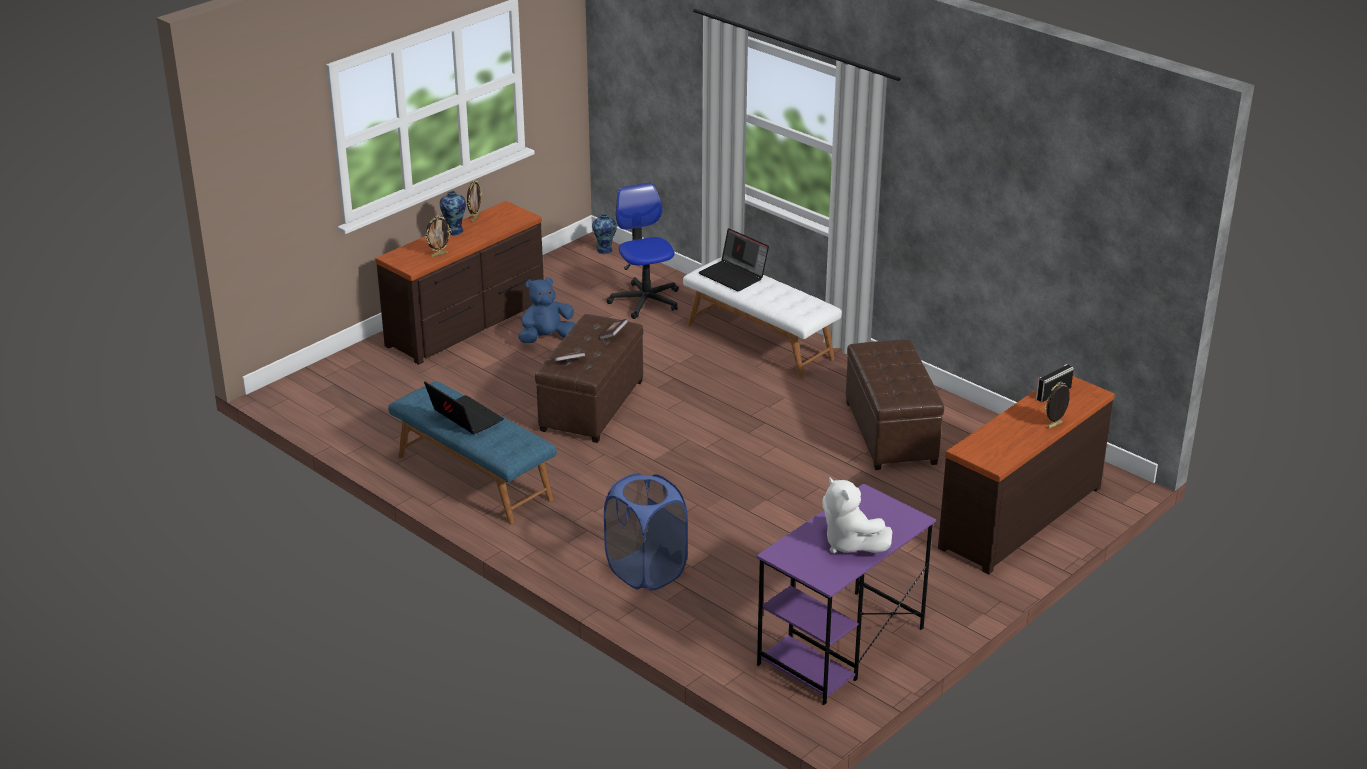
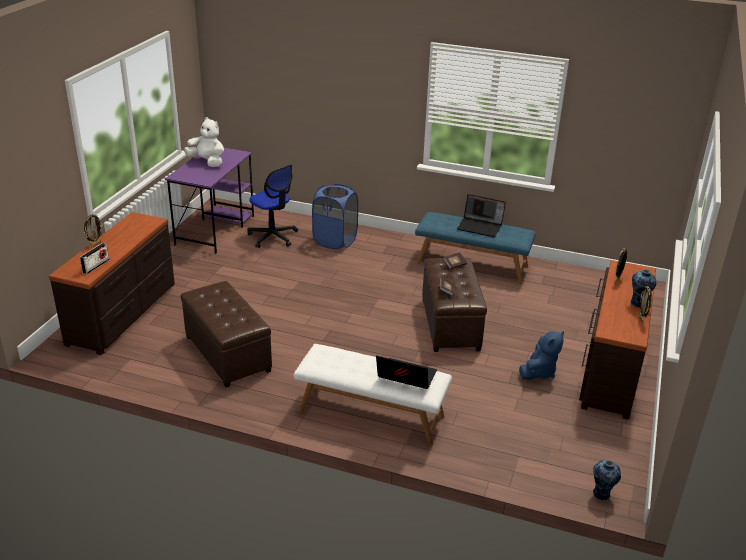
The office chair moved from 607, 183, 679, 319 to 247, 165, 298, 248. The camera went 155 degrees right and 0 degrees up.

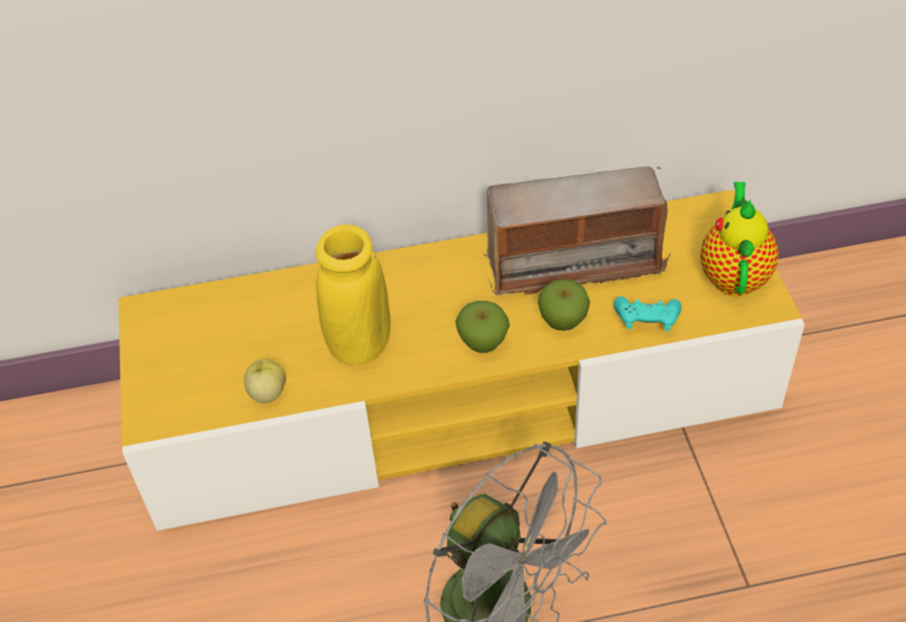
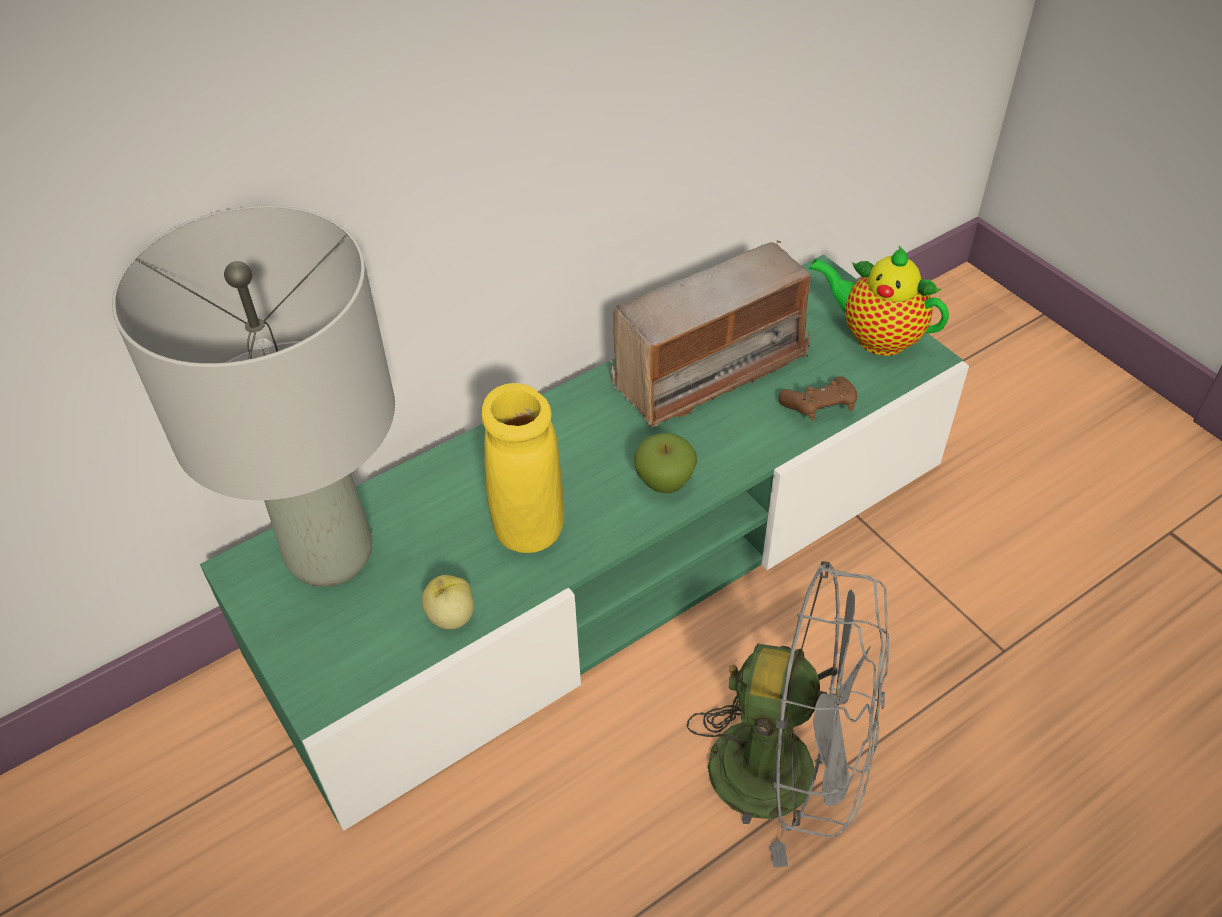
The grey table lamp at 112, 206, 395, 587 appeared. The yellow tv stand at 119, 190, 805, 531 became the green tv stand at 200, 255, 969, 831. The turquoise game controller at 614, 296, 682, 332 became the brown game controller at 778, 376, 857, 421. The teapot at 700, 182, 779, 297 turned 45 degrees counterclockwise. The apple at 538, 279, 590, 331 disappeared. The camera went 25 degrees left and 0 degrees up.

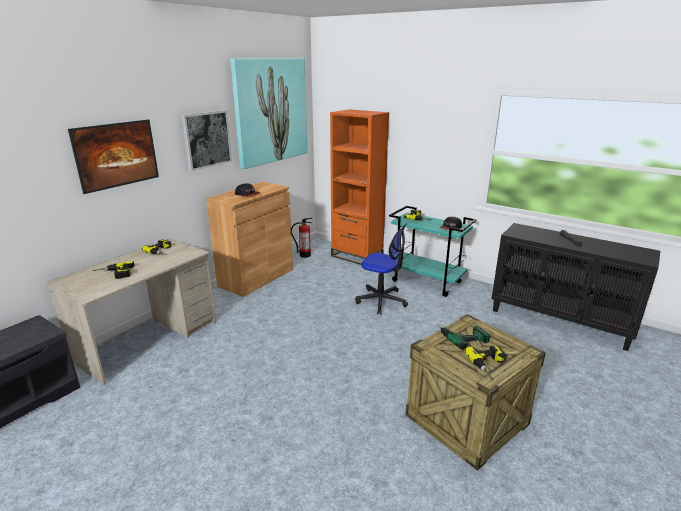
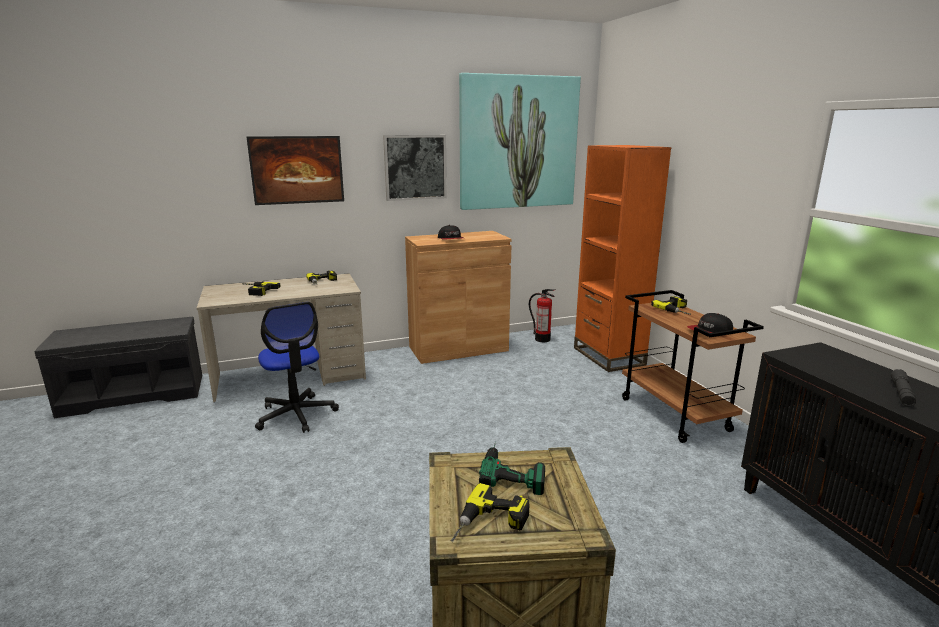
The office chair moved from 355, 222, 408, 315 to 255, 302, 339, 433. The turquoise cart at 389, 206, 476, 297 became the brown cart at 622, 290, 764, 443. The camera went 35 degrees right and 5 degrees down.

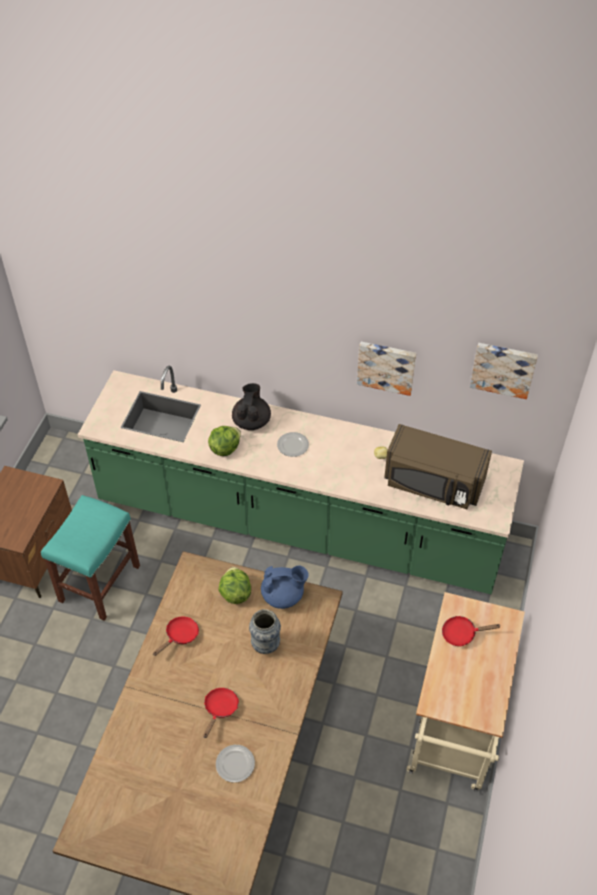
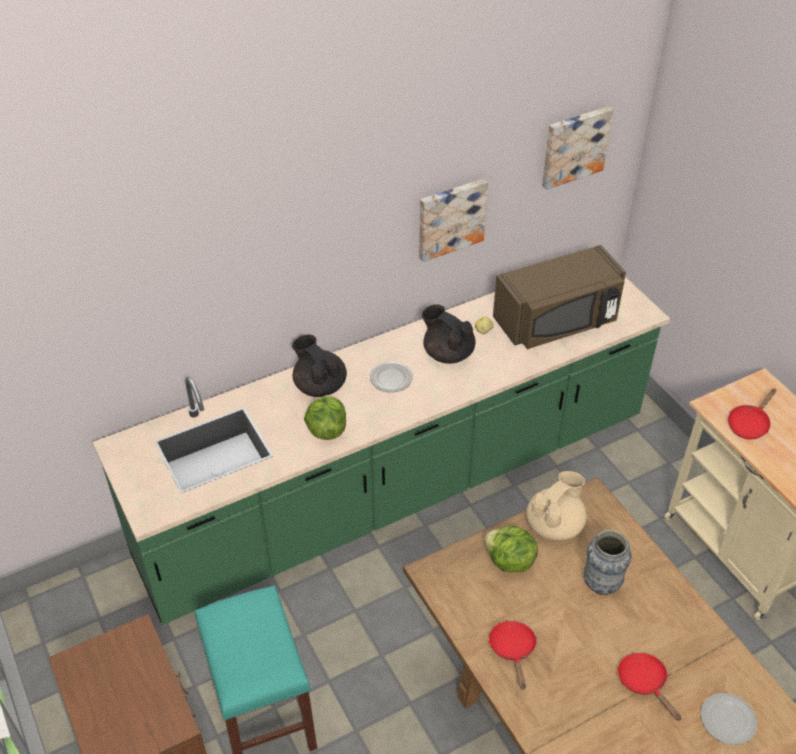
The black teapot at 422, 305, 475, 364 appeared. The blue teapot at 261, 566, 309, 609 became the beige teapot at 526, 471, 587, 541. The camera went 45 degrees left and 5 degrees down.

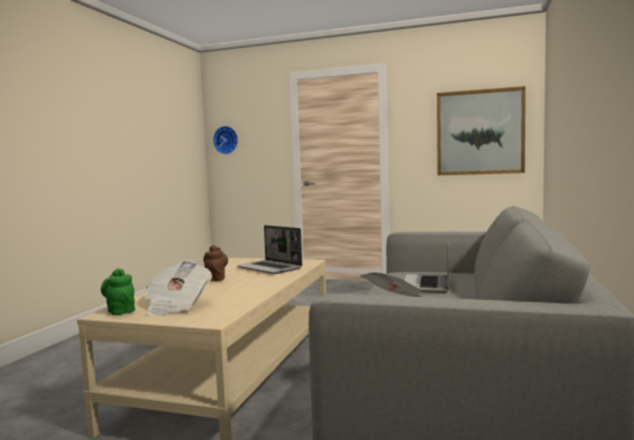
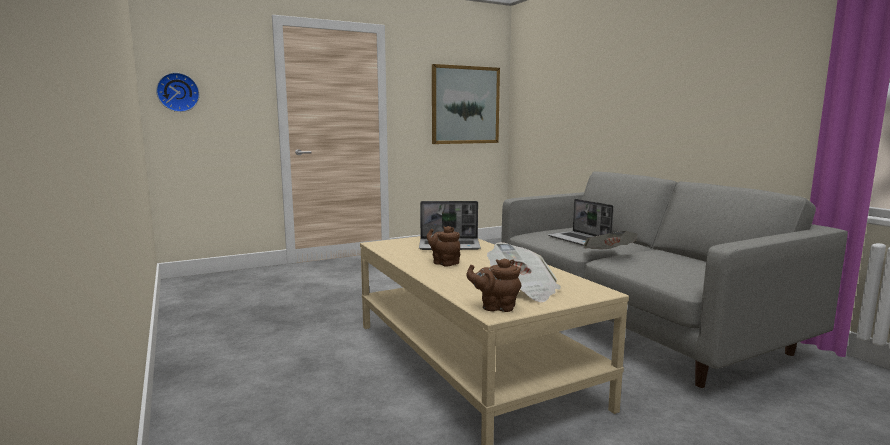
The green teapot at 101, 268, 135, 315 became the brown teapot at 466, 258, 521, 312. The camera went 45 degrees left and 5 degrees up.

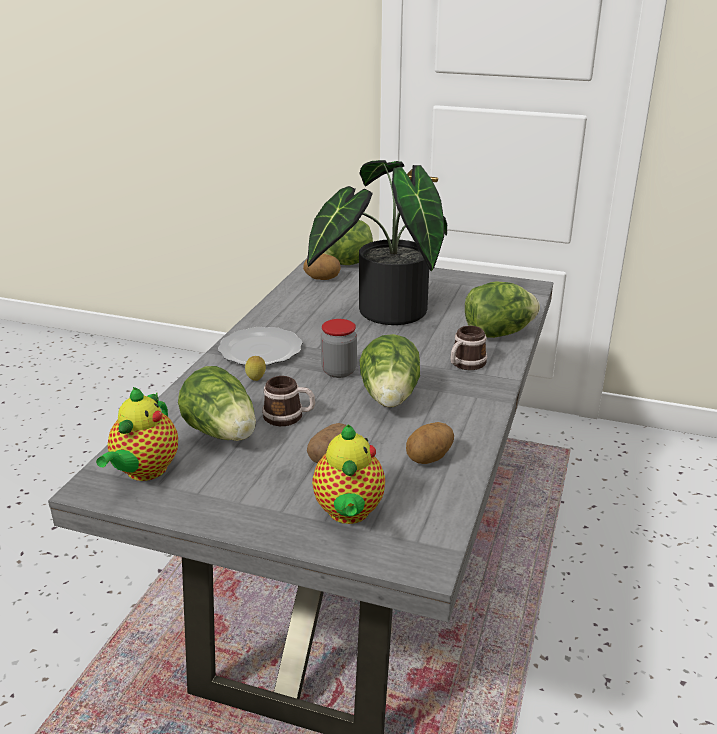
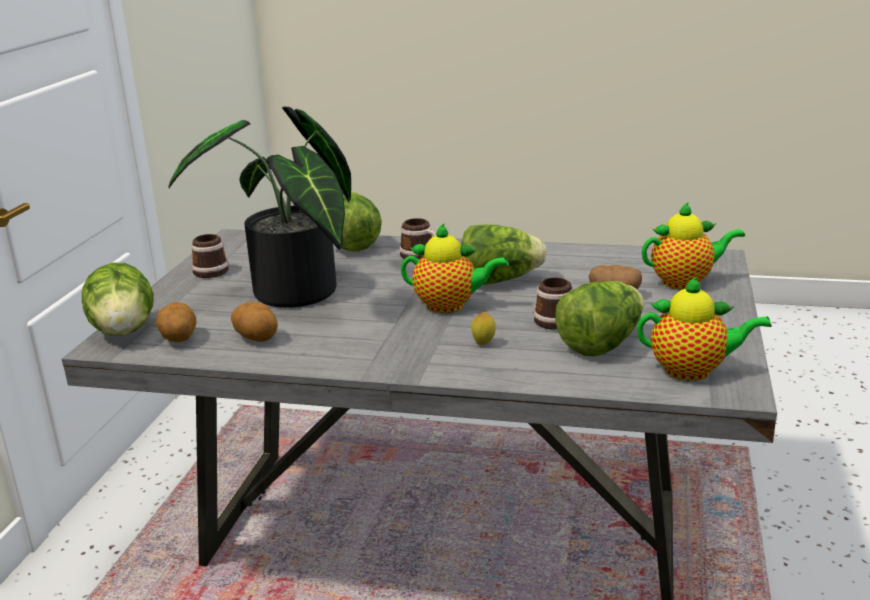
The mug at 191, 234, 229, 278 appeared. The potato moved from 406, 422, 454, 464 to 231, 302, 278, 342. The jar at 321, 319, 357, 378 was replaced by the teapot at 401, 224, 509, 313. The plate at 218, 327, 302, 365 disappeared. The camera went 95 degrees left and 5 degrees down.

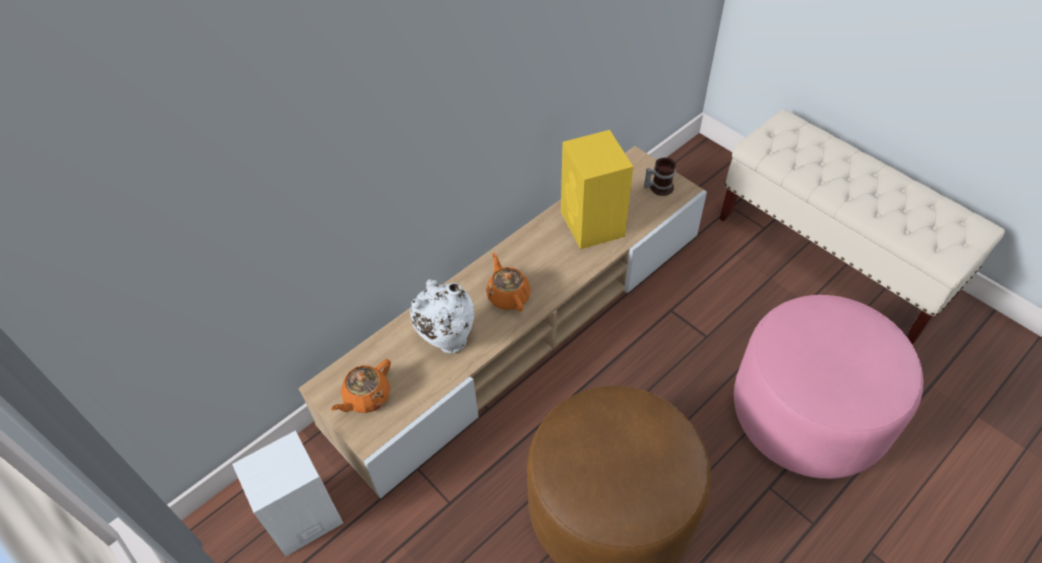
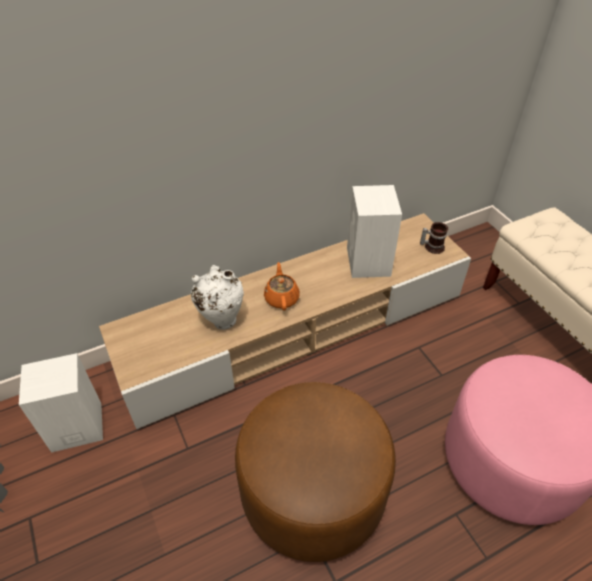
The yellow speaker at 561, 130, 633, 249 became the white speaker at 347, 185, 402, 278. The orange teapot at 331, 359, 391, 413 disappeared. The camera went 15 degrees right and 5 degrees down.

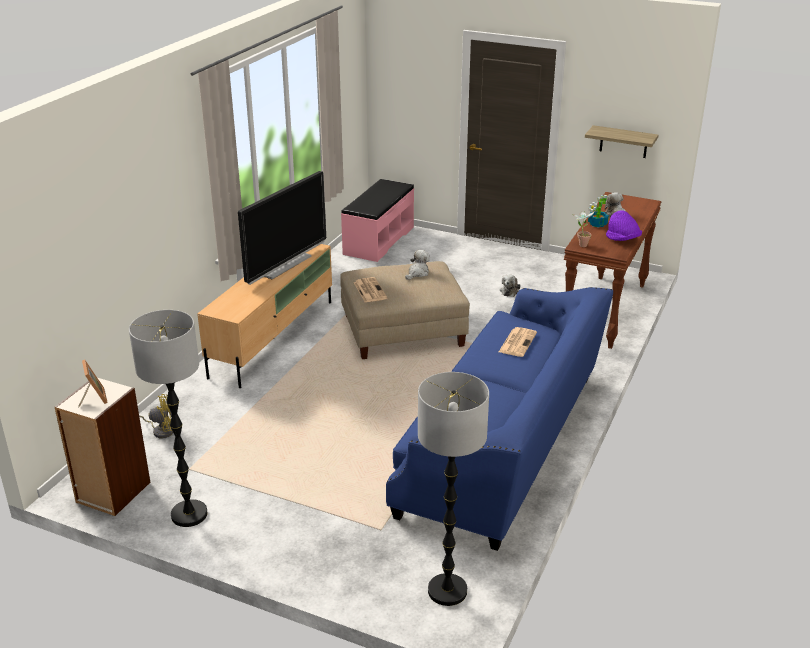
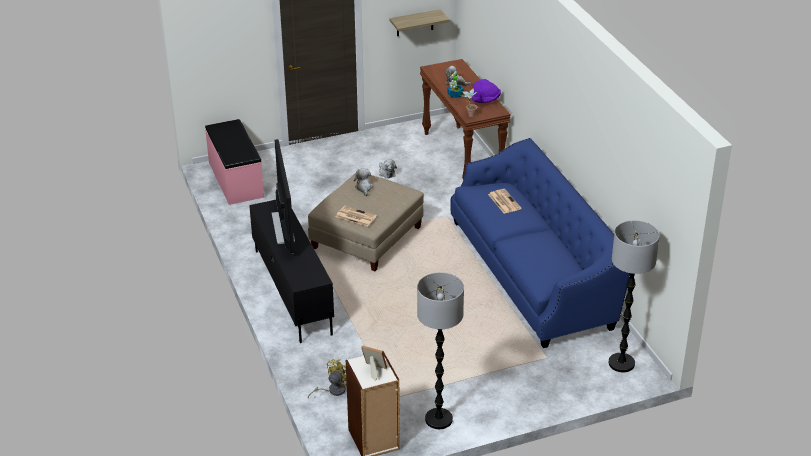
The beige tv stand at 197, 244, 332, 388 became the black tv stand at 249, 200, 334, 343. The camera went 45 degrees left and 5 degrees up.

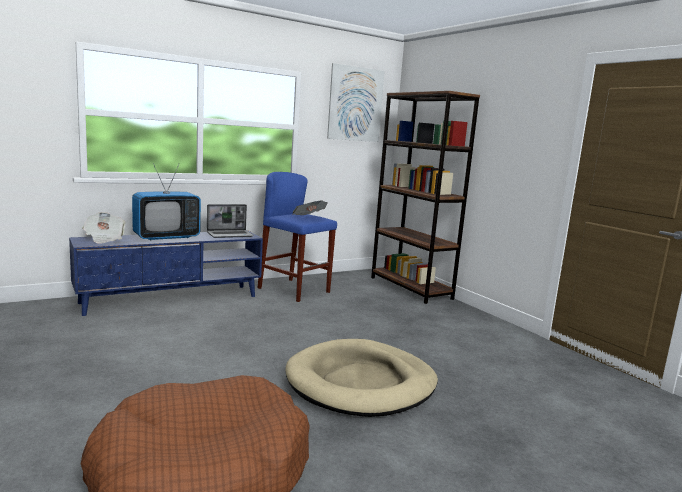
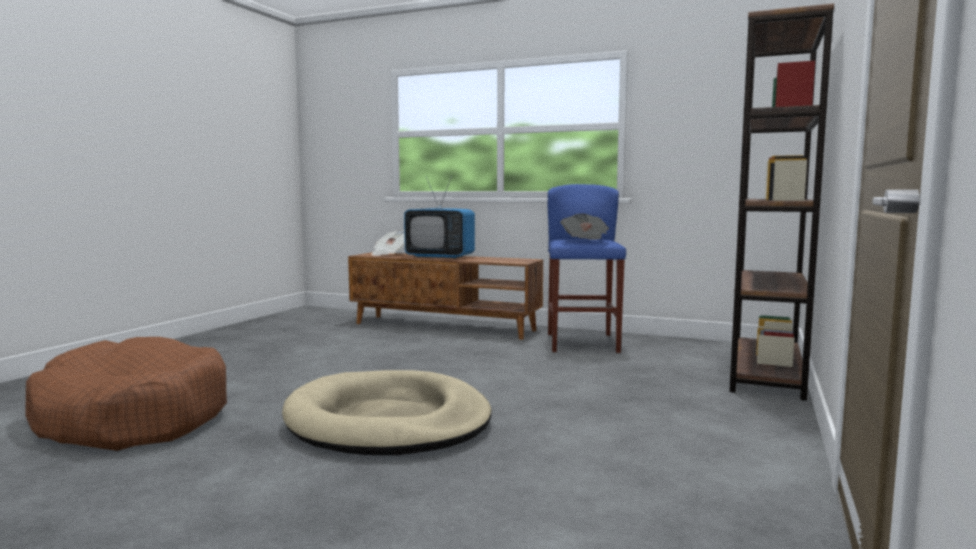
The blue tv stand at 69, 230, 263, 316 became the brown tv stand at 348, 252, 543, 340. The laptop at 207, 204, 254, 238 disappeared. The picture at 327, 63, 385, 142 disappeared. The camera went 55 degrees right and 5 degrees down.

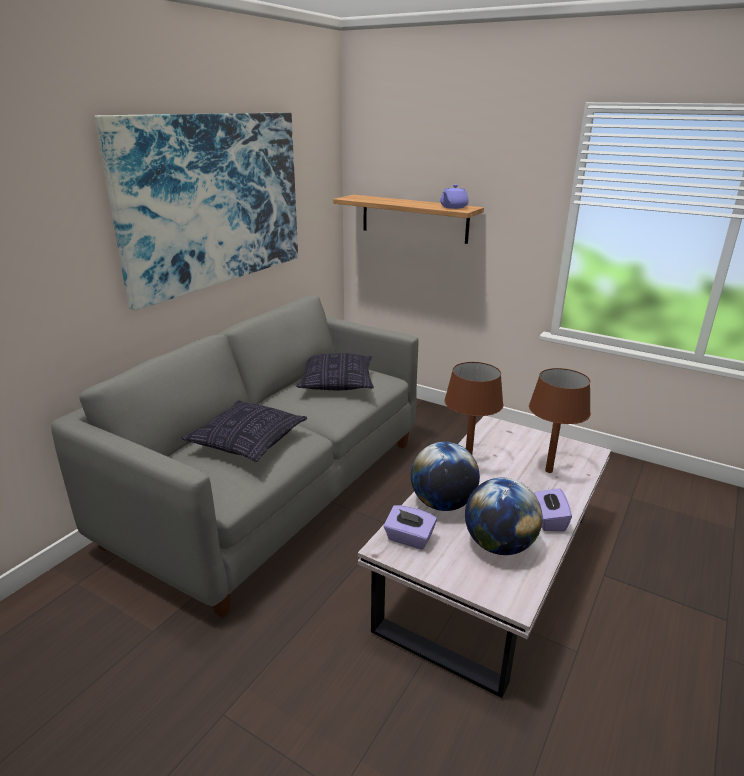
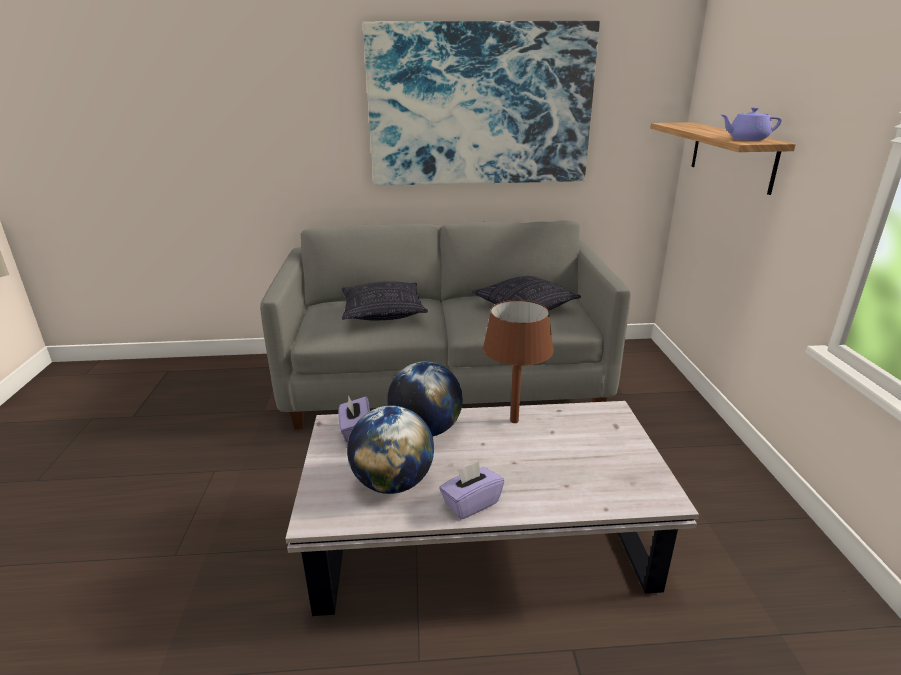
The brown table lamp at 529, 368, 591, 473 disappeared. The camera went 55 degrees right and 0 degrees up.

